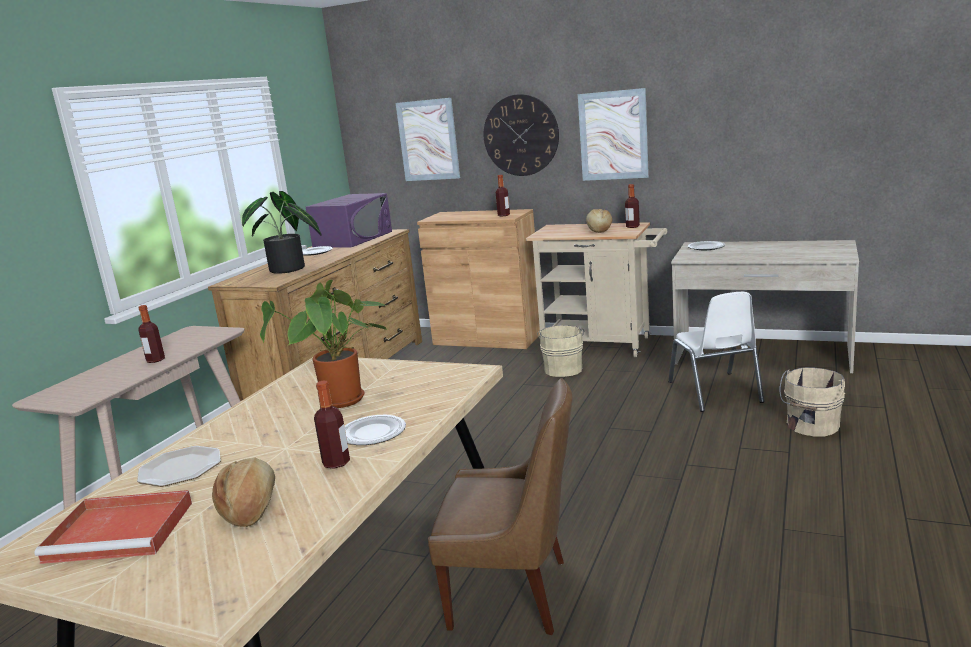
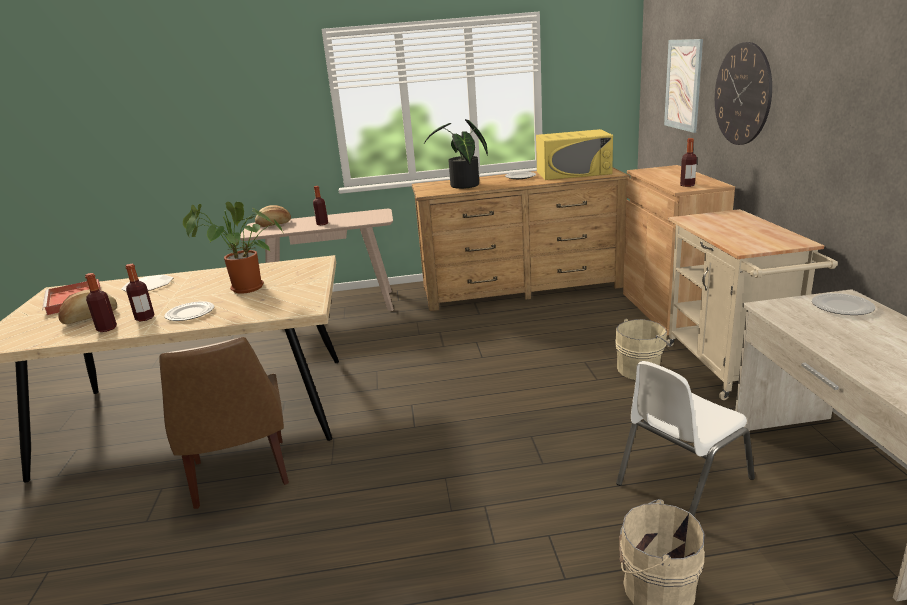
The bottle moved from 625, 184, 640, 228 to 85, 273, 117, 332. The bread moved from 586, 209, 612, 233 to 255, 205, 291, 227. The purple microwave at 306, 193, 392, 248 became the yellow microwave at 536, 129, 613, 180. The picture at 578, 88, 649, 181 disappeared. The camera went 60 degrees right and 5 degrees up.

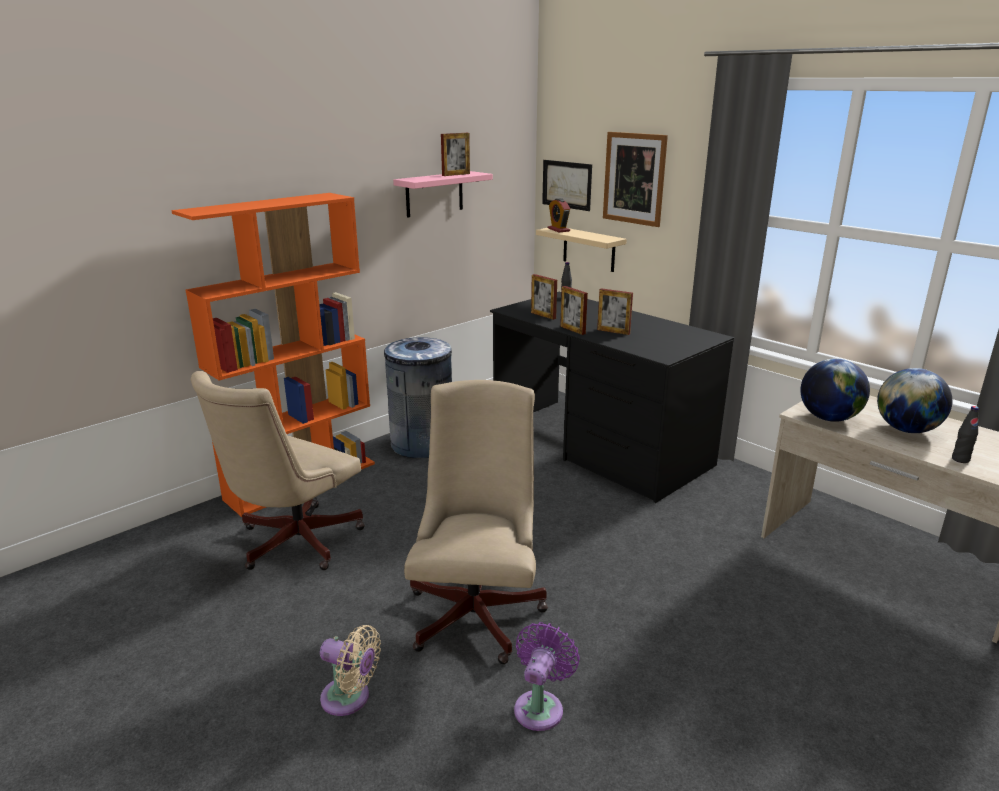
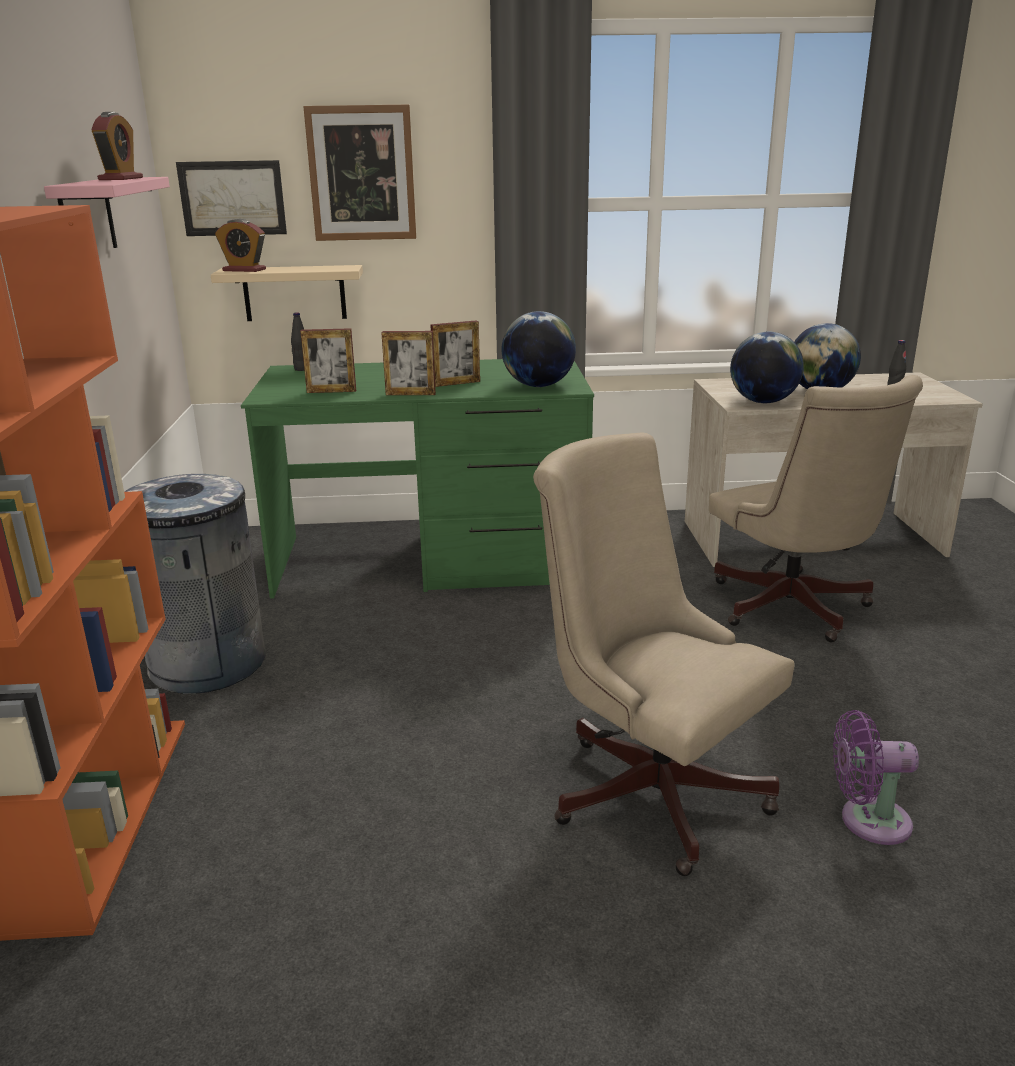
The picture frame at 441, 133, 470, 176 was replaced by the alarm clock at 91, 112, 143, 180. The black desk at 490, 292, 734, 503 became the green desk at 241, 359, 594, 599. The globe at 502, 311, 576, 387 appeared. The beige office chair moved from 191, 371, 365, 570 to 709, 375, 923, 642. The purple fan at 514, 622, 580, 731 turned 60 degrees counterclockwise. The beige fan at 320, 625, 381, 716 disappeared. The camera went 50 degrees left and 0 degrees up.

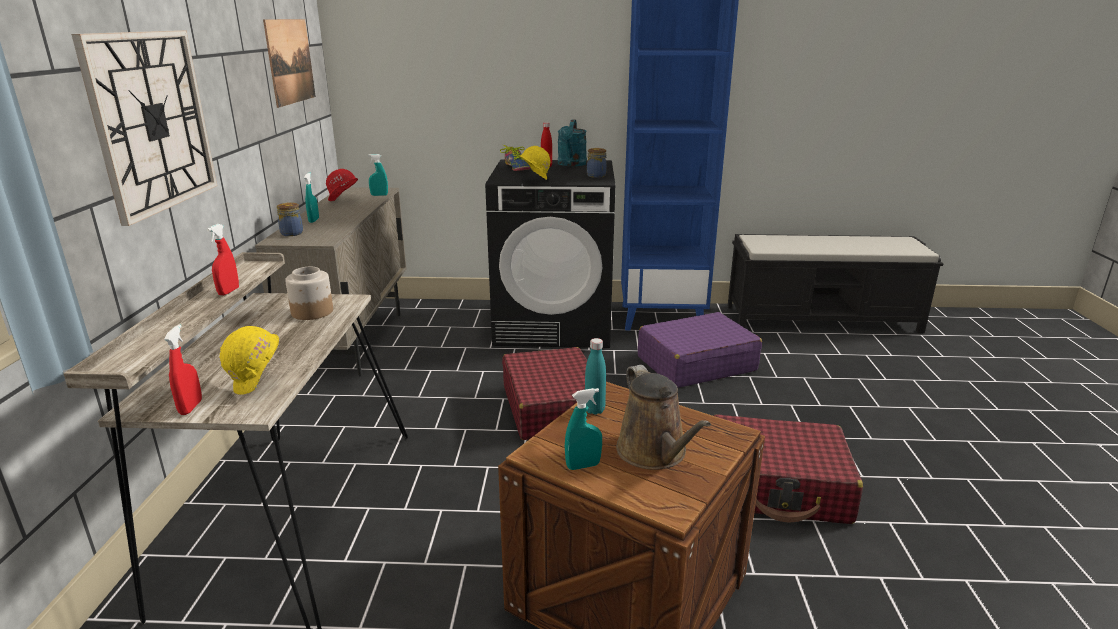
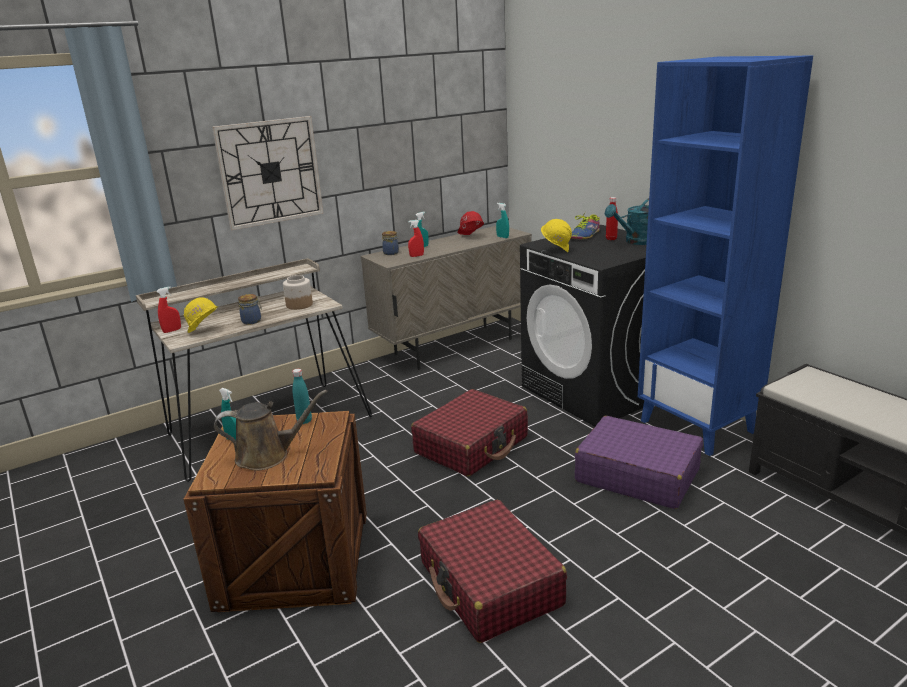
The brown watering can at 616, 365, 711, 470 turned 135 degrees counterclockwise. The jar moved from 587, 148, 607, 178 to 238, 294, 262, 325. The red spray bottle moved from 207, 224, 239, 295 to 408, 220, 424, 257. The picture at 263, 19, 316, 108 disappeared. The camera went 55 degrees right and 0 degrees up.

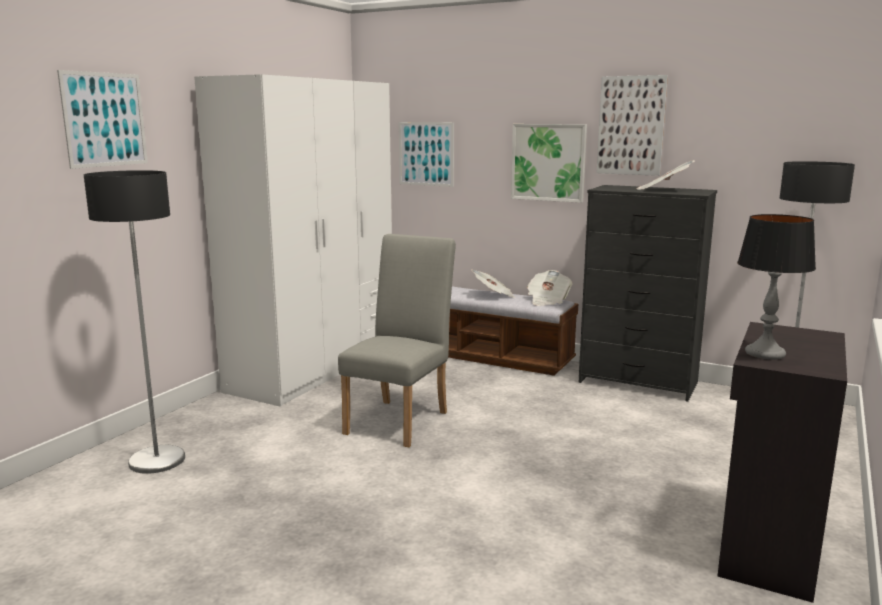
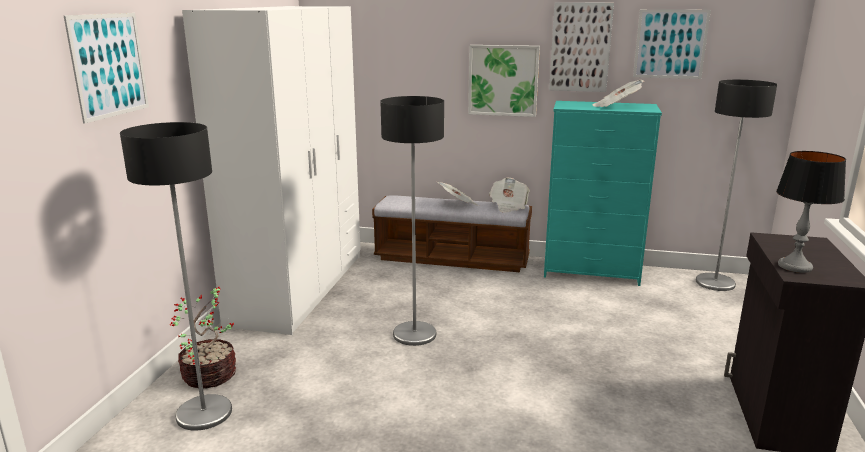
The potted plant at 170, 287, 236, 388 appeared. The grey chair at 338, 234, 456, 447 was replaced by the floor lamp at 380, 96, 444, 346. The black dresser at 578, 185, 717, 402 became the turquoise dresser at 544, 101, 662, 286. The picture moved from 399, 122, 454, 187 to 633, 9, 711, 79. The camera went 15 degrees left and 5 degrees up.

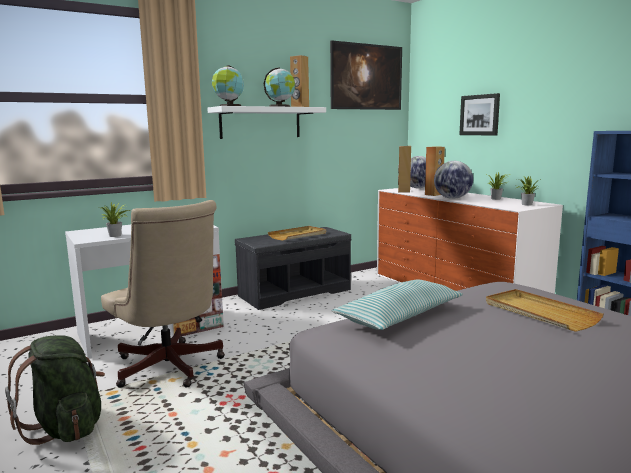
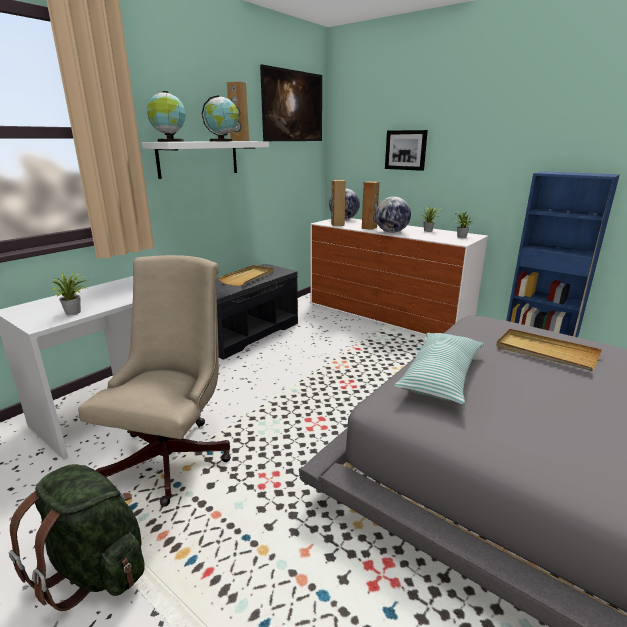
The beige office chair at 101, 200, 225, 388 turned 105 degrees counterclockwise. The camera went 20 degrees left and 10 degrees up.

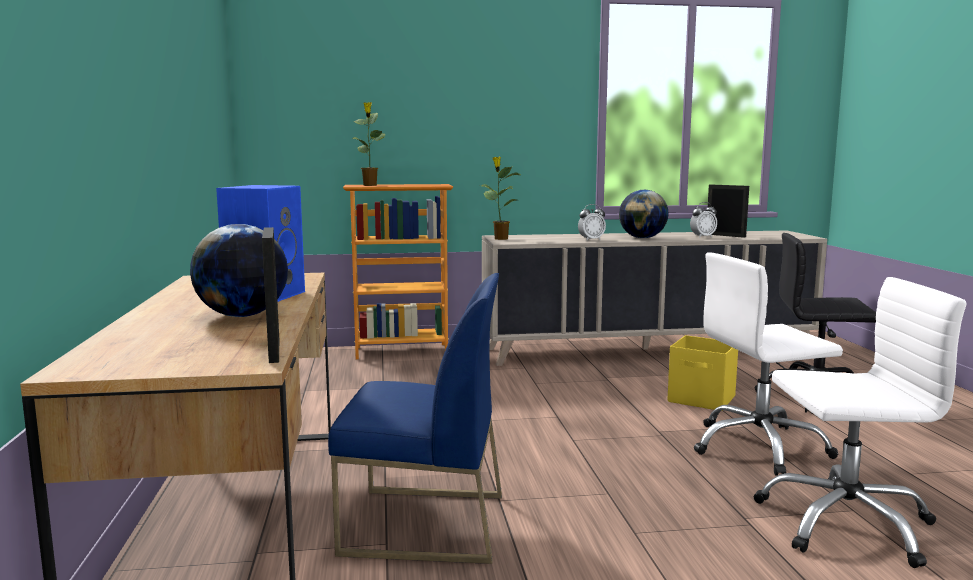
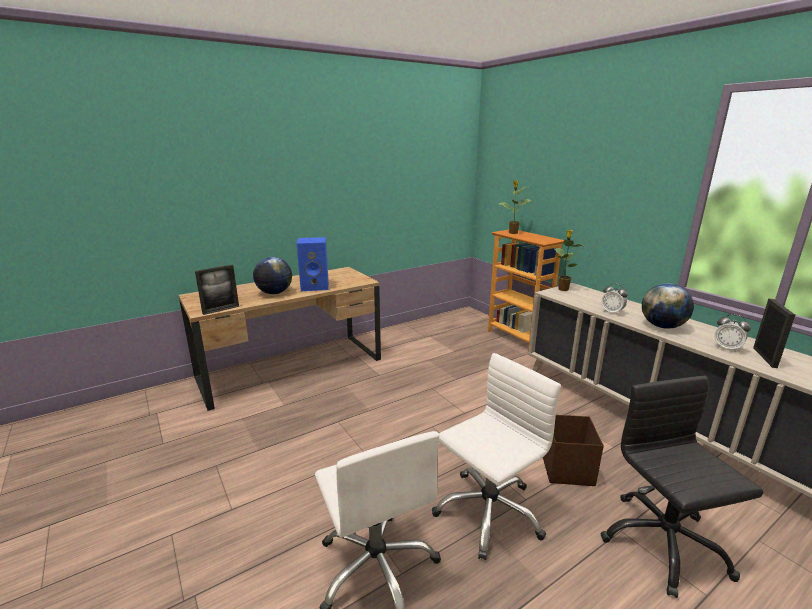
The white office chair at 694, 252, 843, 476 turned 90 degrees clockwise. The yellow storage box at 668, 335, 738, 411 became the brown storage box at 543, 415, 604, 486. The blue chair at 328, 273, 502, 564 disappeared. The camera went 65 degrees right and 10 degrees up.

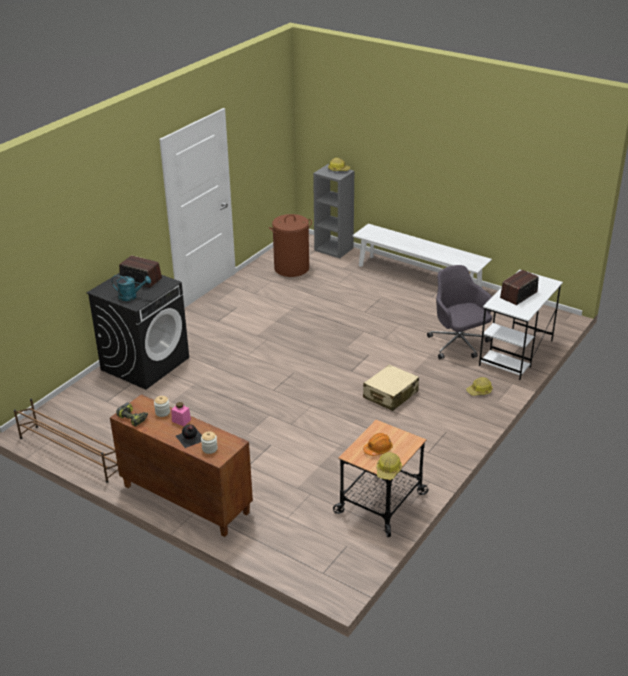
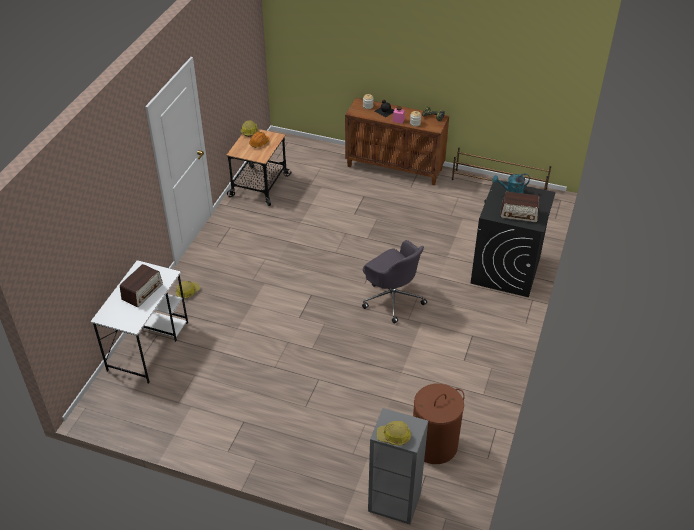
The grey office chair moved from 427, 265, 492, 359 to 362, 240, 427, 323. The white bench at 352, 224, 492, 288 disappeared. The beige suitcase at 363, 364, 419, 411 disappeared. The camera went 165 degrees right and 10 degrees up.

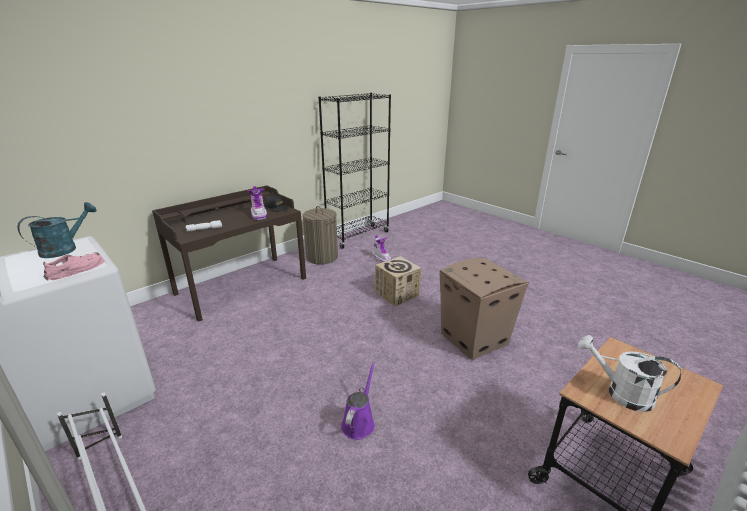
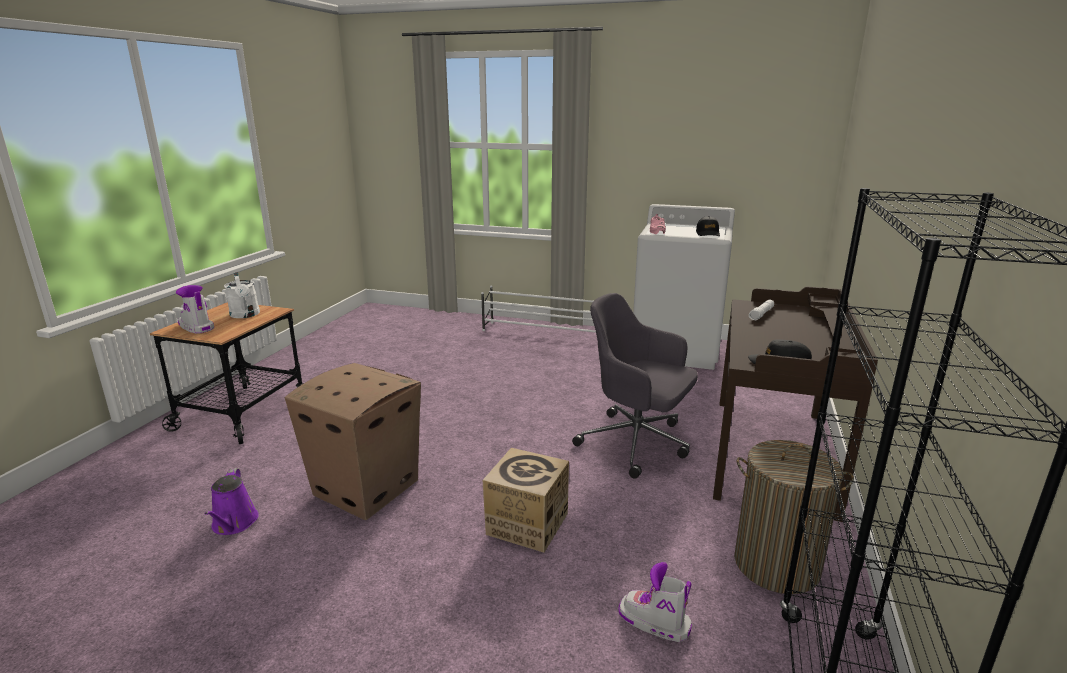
The boot moved from 247, 186, 267, 220 to 176, 285, 214, 334. The purple watering can moved from 341, 362, 375, 440 to 204, 468, 259, 535. The white watering can at 578, 335, 681, 412 turned 60 degrees clockwise. The grey office chair at 572, 293, 698, 479 appeared. The turquoise watering can at 17, 202, 97, 258 was replaced by the black cap at 696, 216, 720, 236. The camera went 150 degrees right and 5 degrees down.

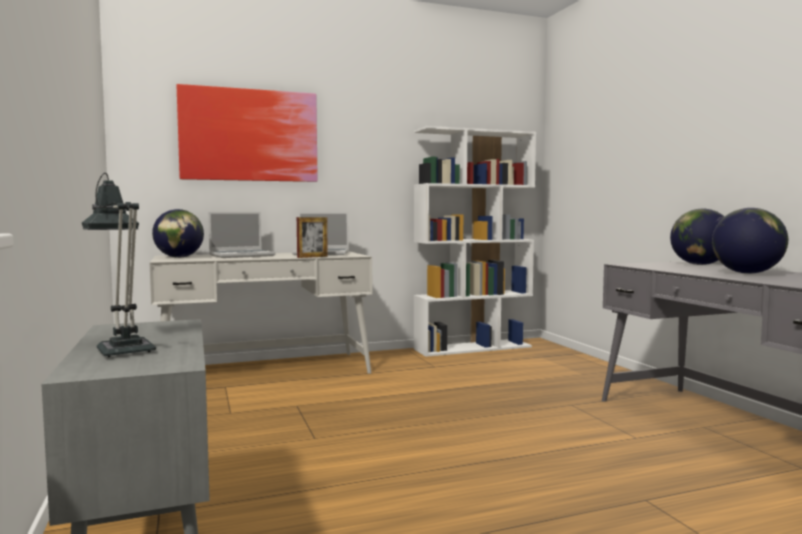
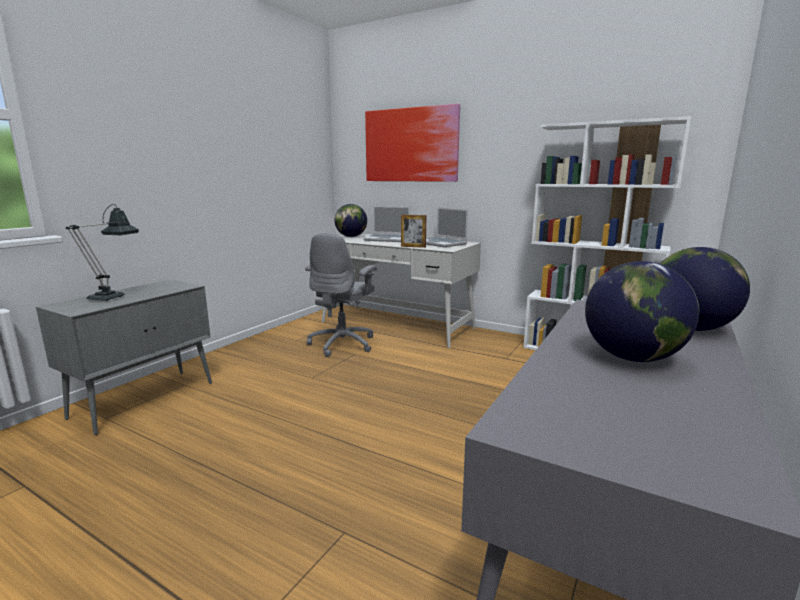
The grey office chair at 305, 233, 377, 357 appeared. The camera went 50 degrees right and 10 degrees up.

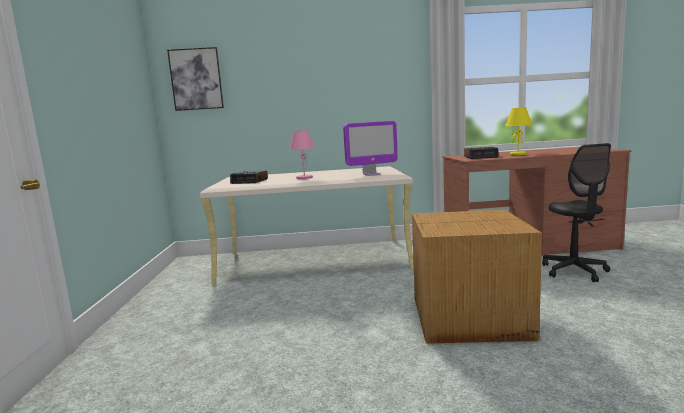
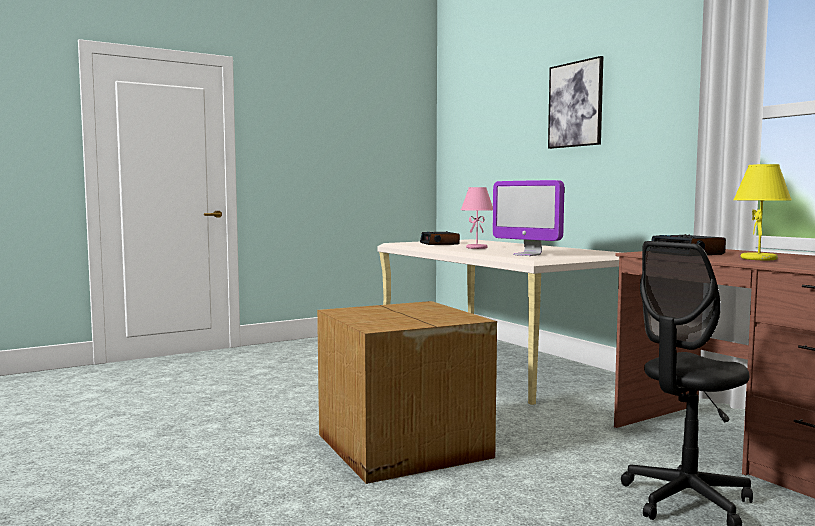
The picture moved from 167, 47, 224, 111 to 548, 56, 603, 149. The camera went 60 degrees right and 5 degrees down.

